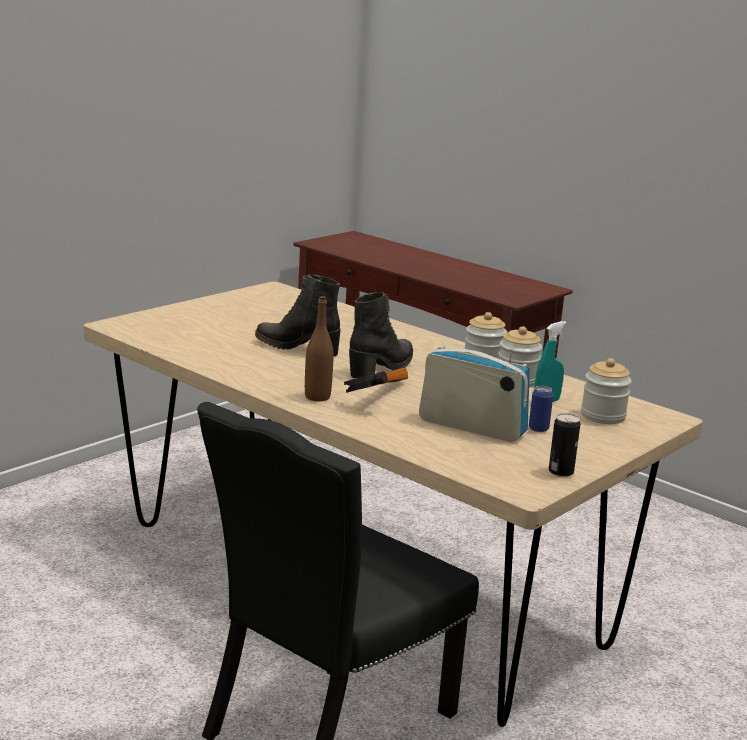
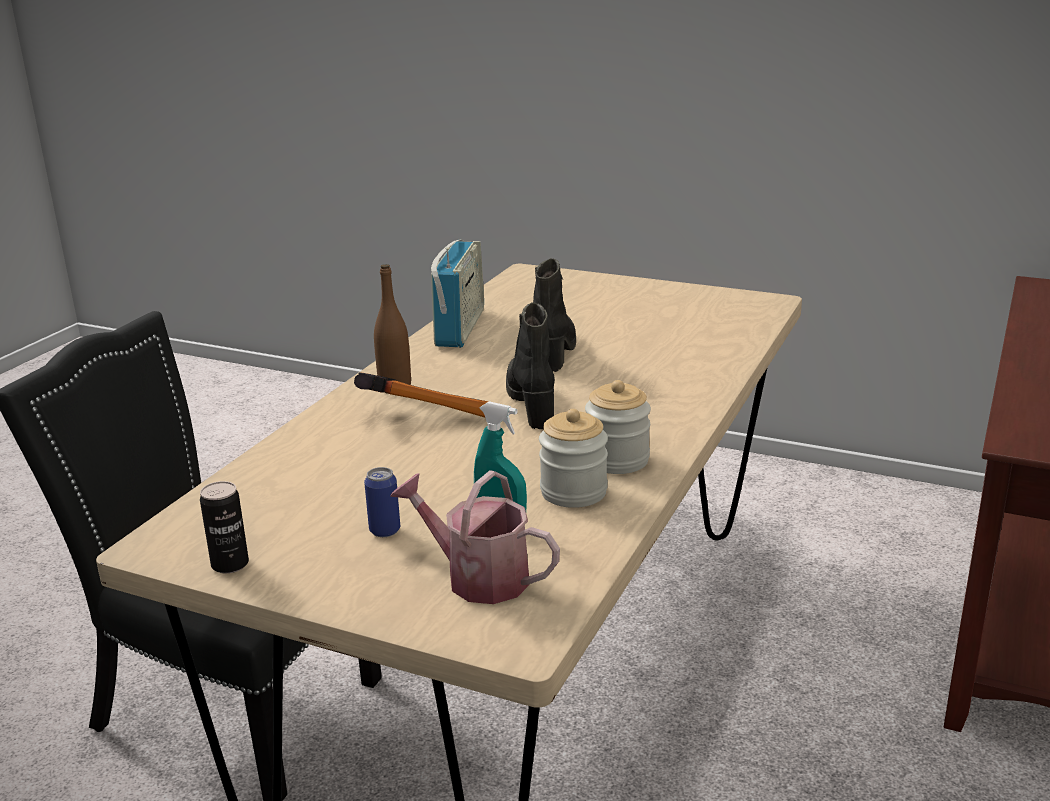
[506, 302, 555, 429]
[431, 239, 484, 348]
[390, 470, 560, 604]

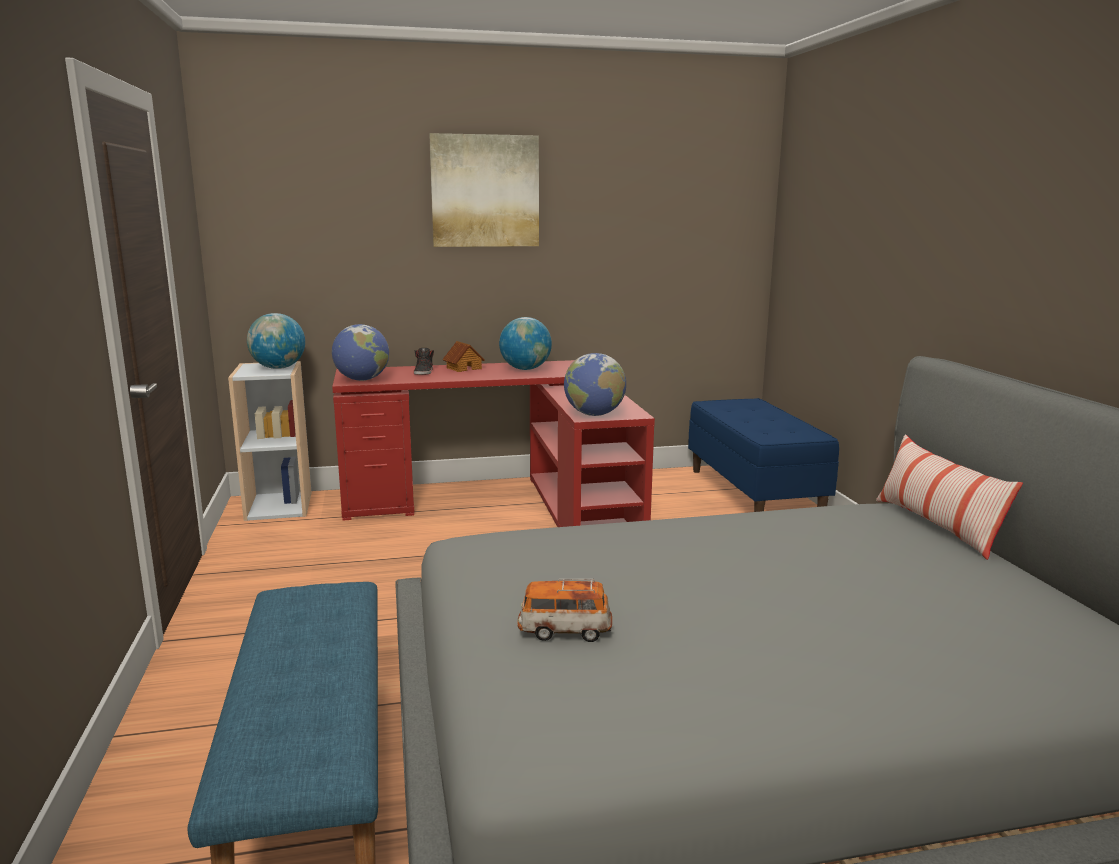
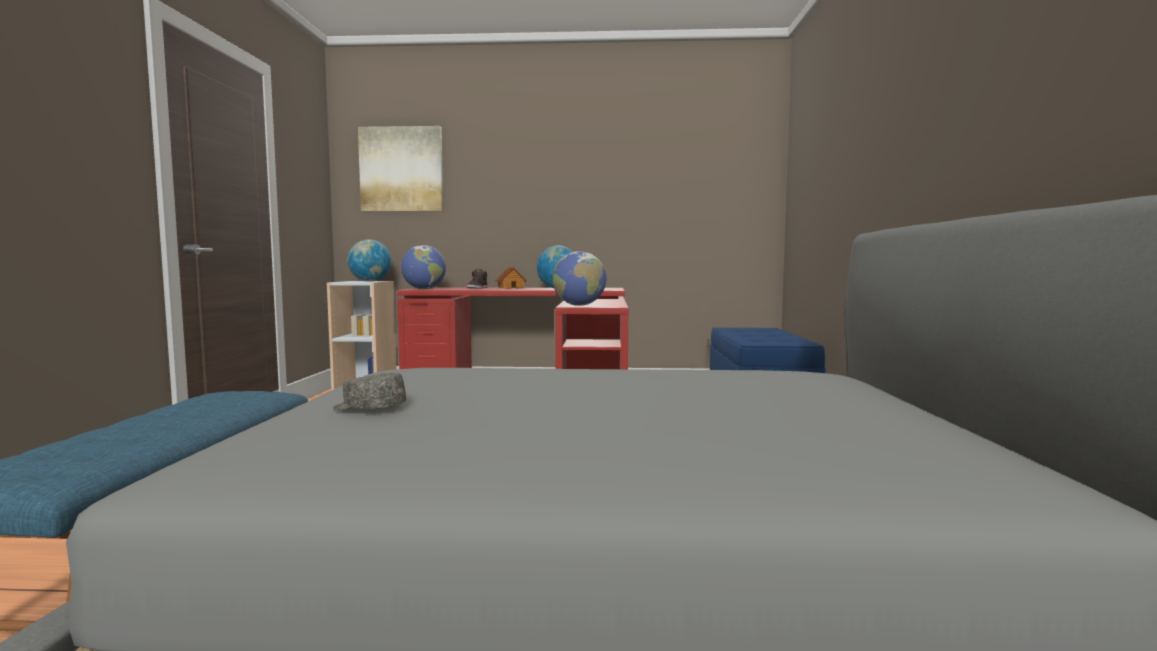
[358, 126, 443, 212]
[876, 435, 1023, 560] (first image)
[333, 373, 406, 411]

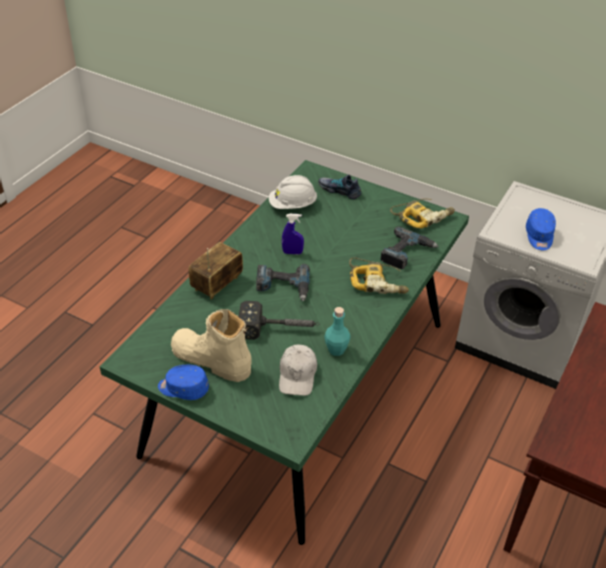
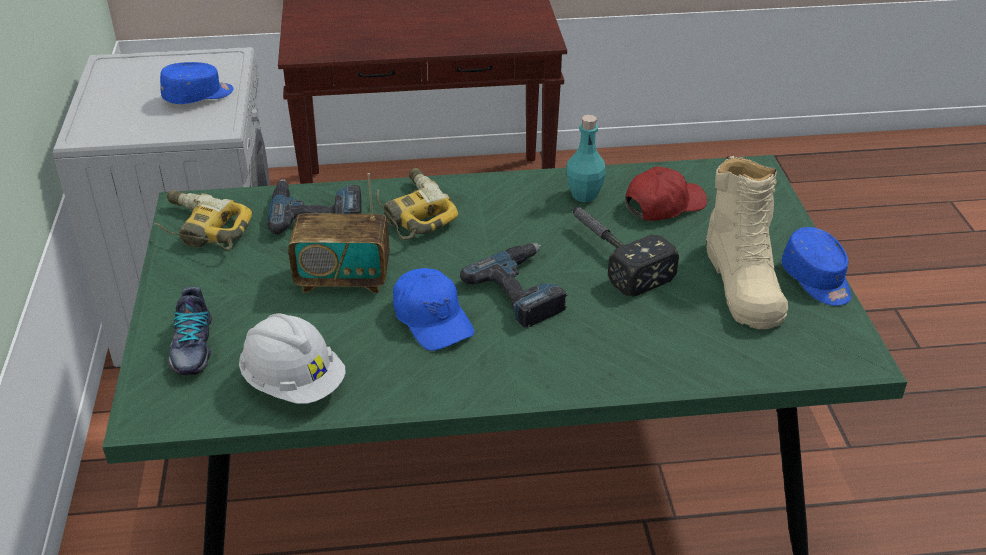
[393, 268, 475, 351]
[288, 173, 390, 293]
[626, 166, 707, 221]

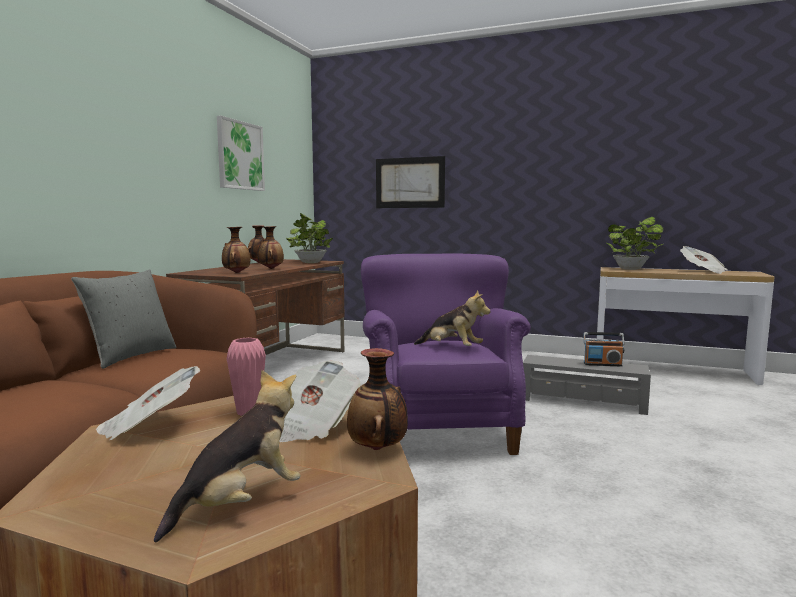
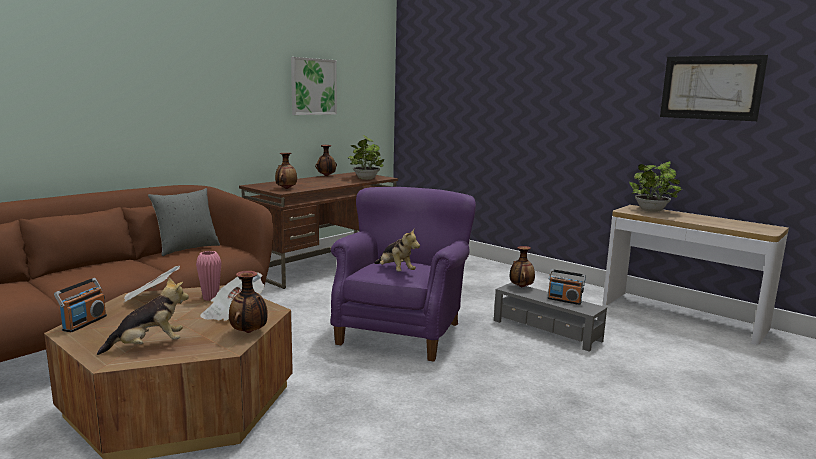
[660, 55, 768, 121]
[510, 246, 535, 288]
[680, 246, 728, 274] (first image)
[54, 278, 107, 332]

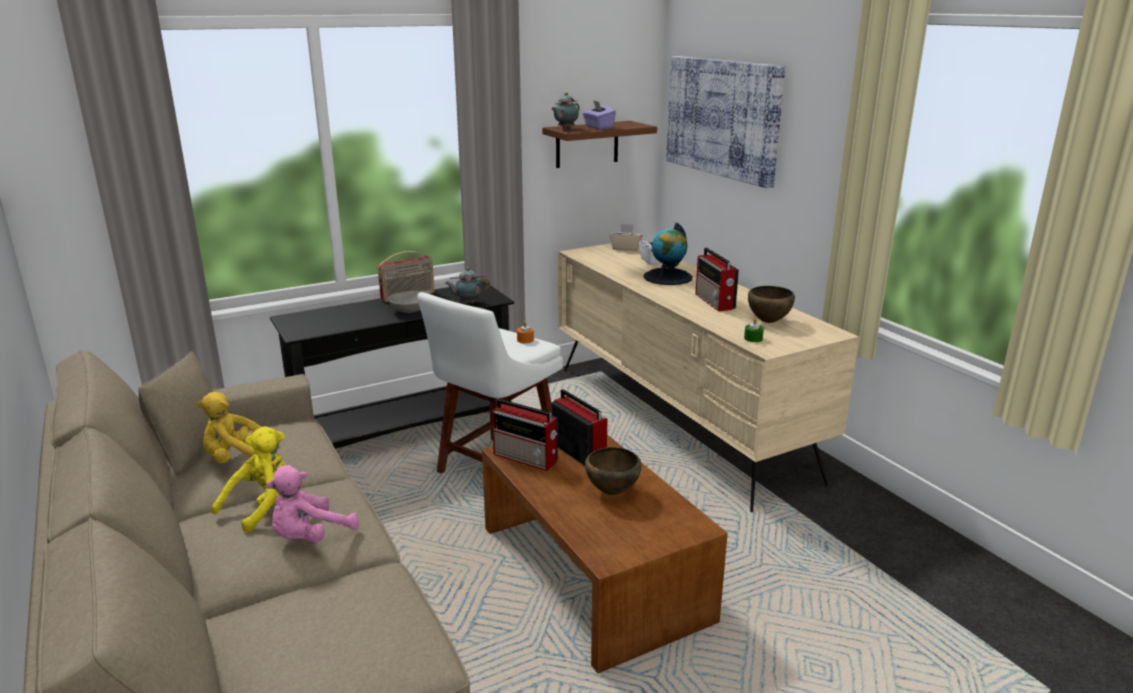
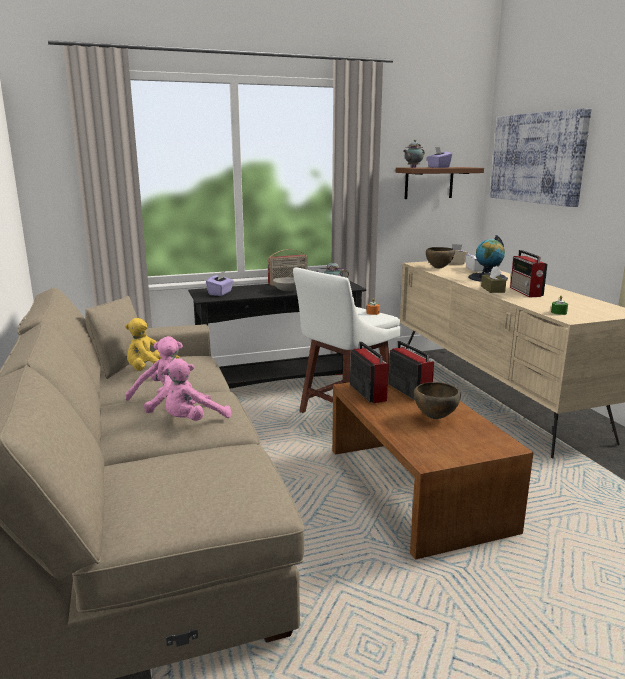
[426, 247, 455, 269]
[350, 341, 389, 403]
[125, 336, 183, 413]
[481, 266, 506, 293]
[206, 271, 234, 296]

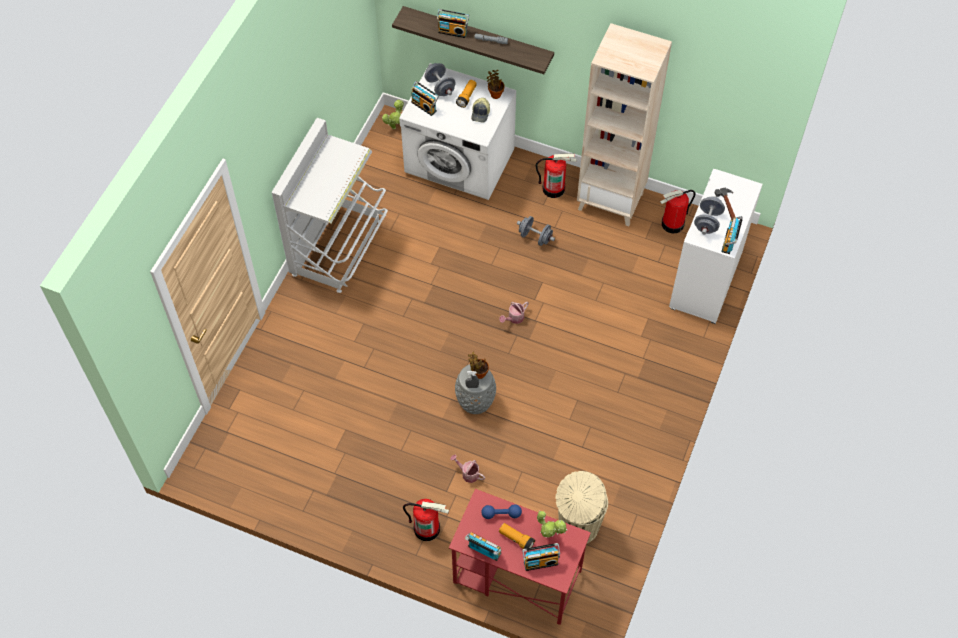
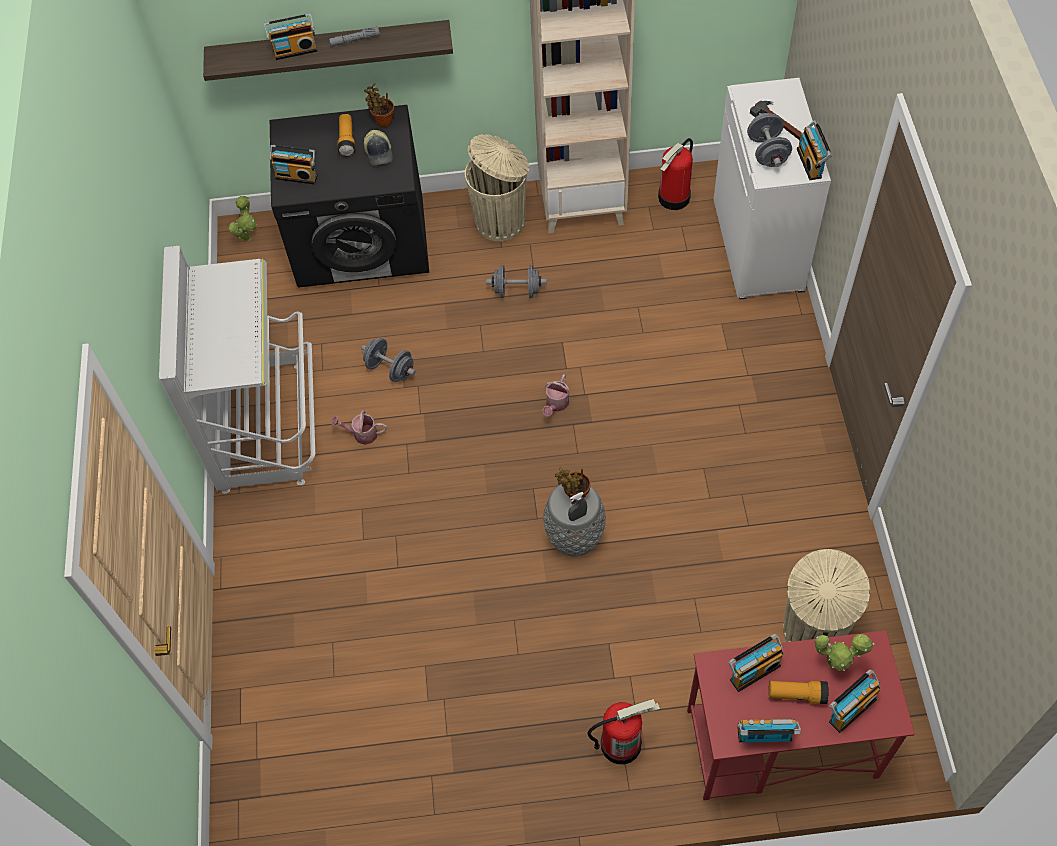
[270, 105, 429, 288]
[361, 338, 416, 382]
[465, 134, 530, 242]
[331, 410, 387, 445]
[728, 634, 784, 692]

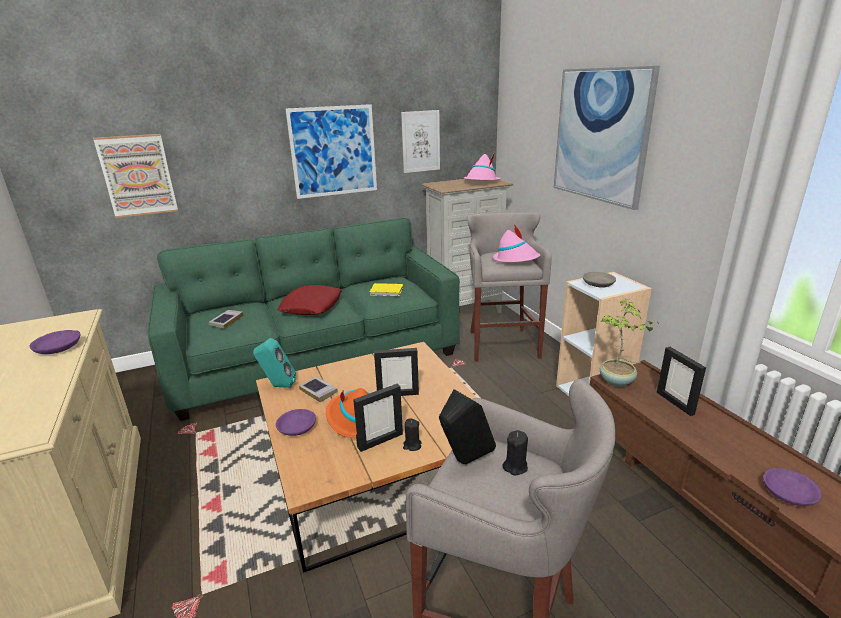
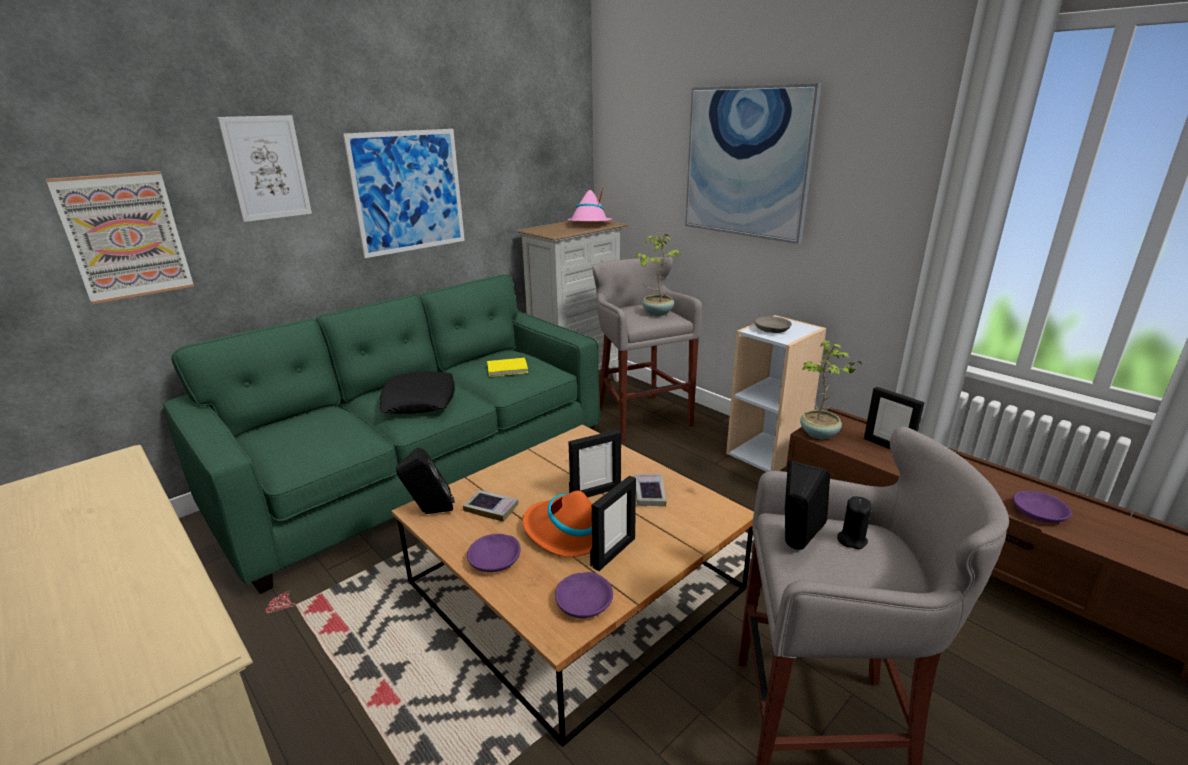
[217, 115, 312, 222]
[637, 233, 680, 316]
[380, 371, 455, 414]
[634, 474, 667, 507]
[555, 572, 613, 618]
[396, 448, 455, 514]
[403, 419, 422, 451] (first image)

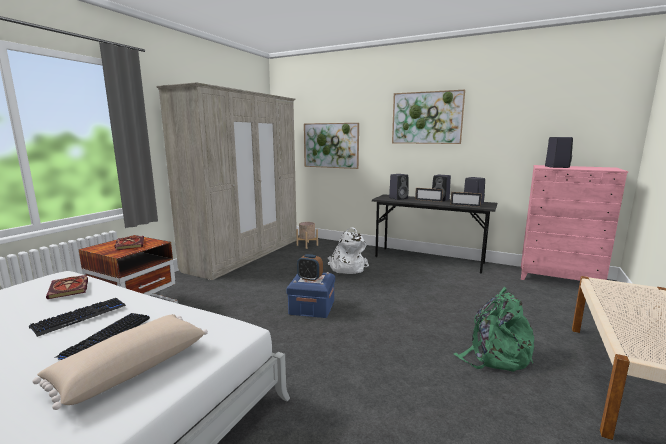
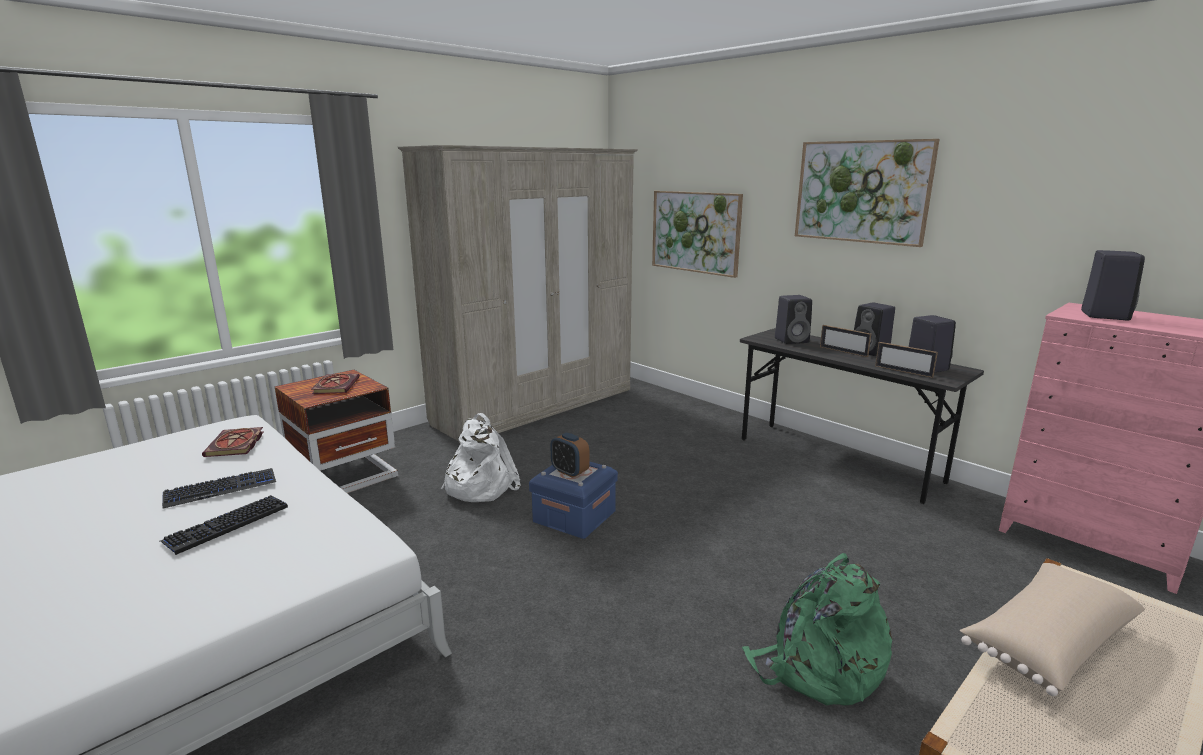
[296, 222, 318, 249] (first image)
[441, 413, 521, 502]
[960, 563, 1145, 696]

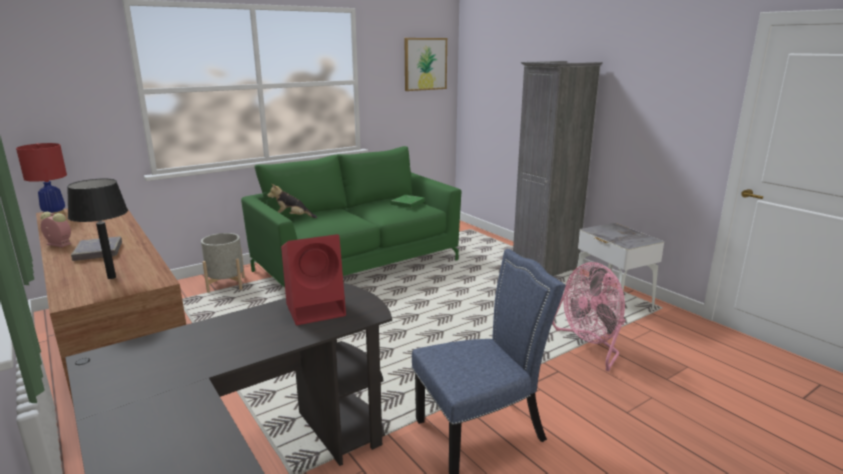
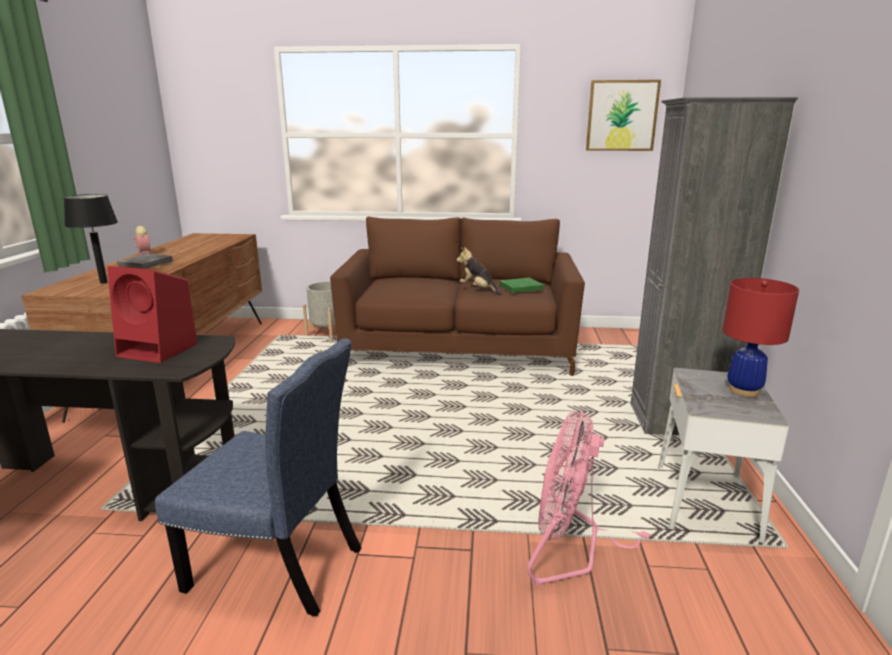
[723, 278, 799, 397]
[330, 216, 585, 376]
[457, 247, 502, 295]

